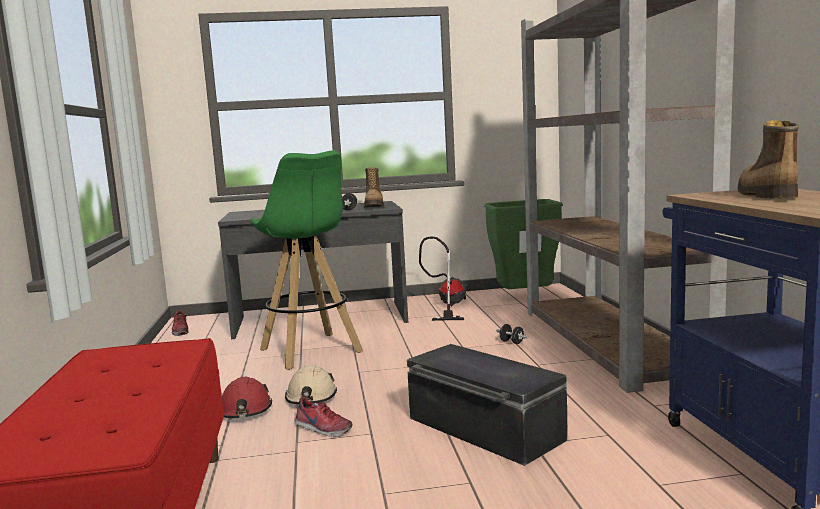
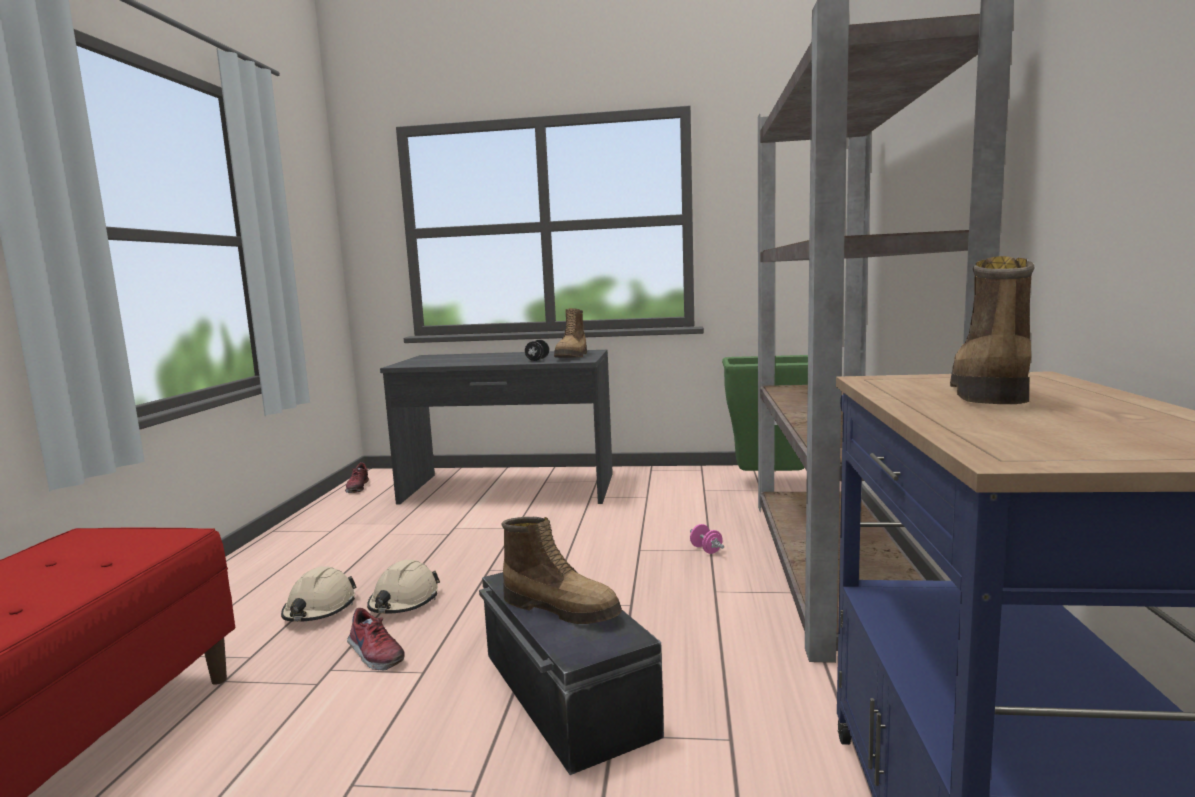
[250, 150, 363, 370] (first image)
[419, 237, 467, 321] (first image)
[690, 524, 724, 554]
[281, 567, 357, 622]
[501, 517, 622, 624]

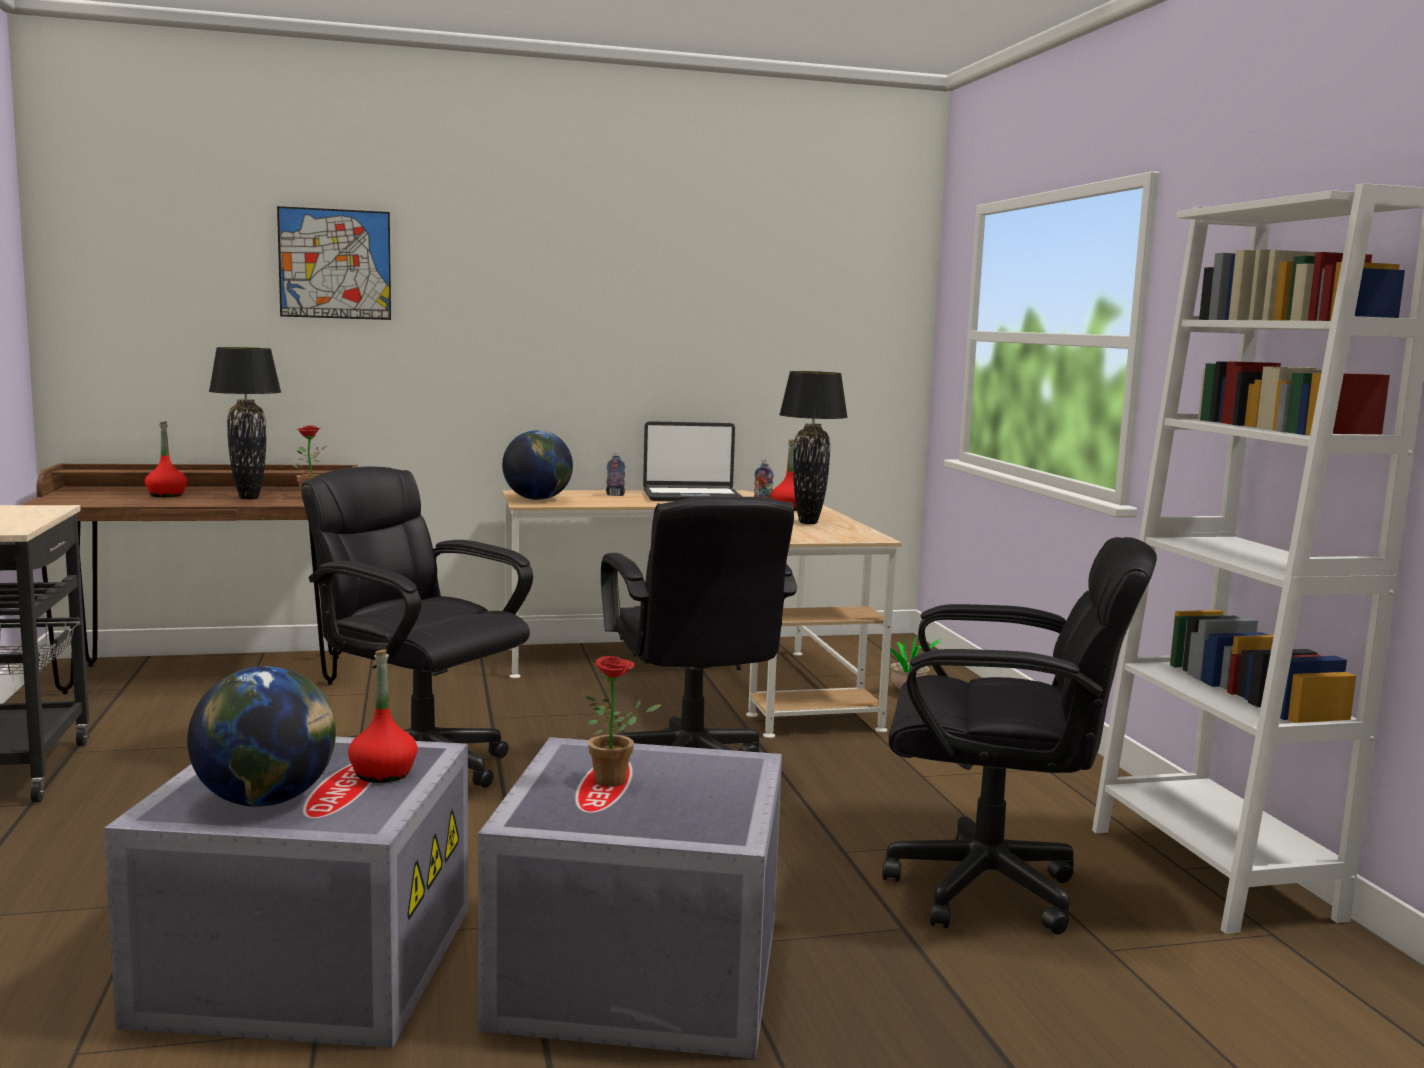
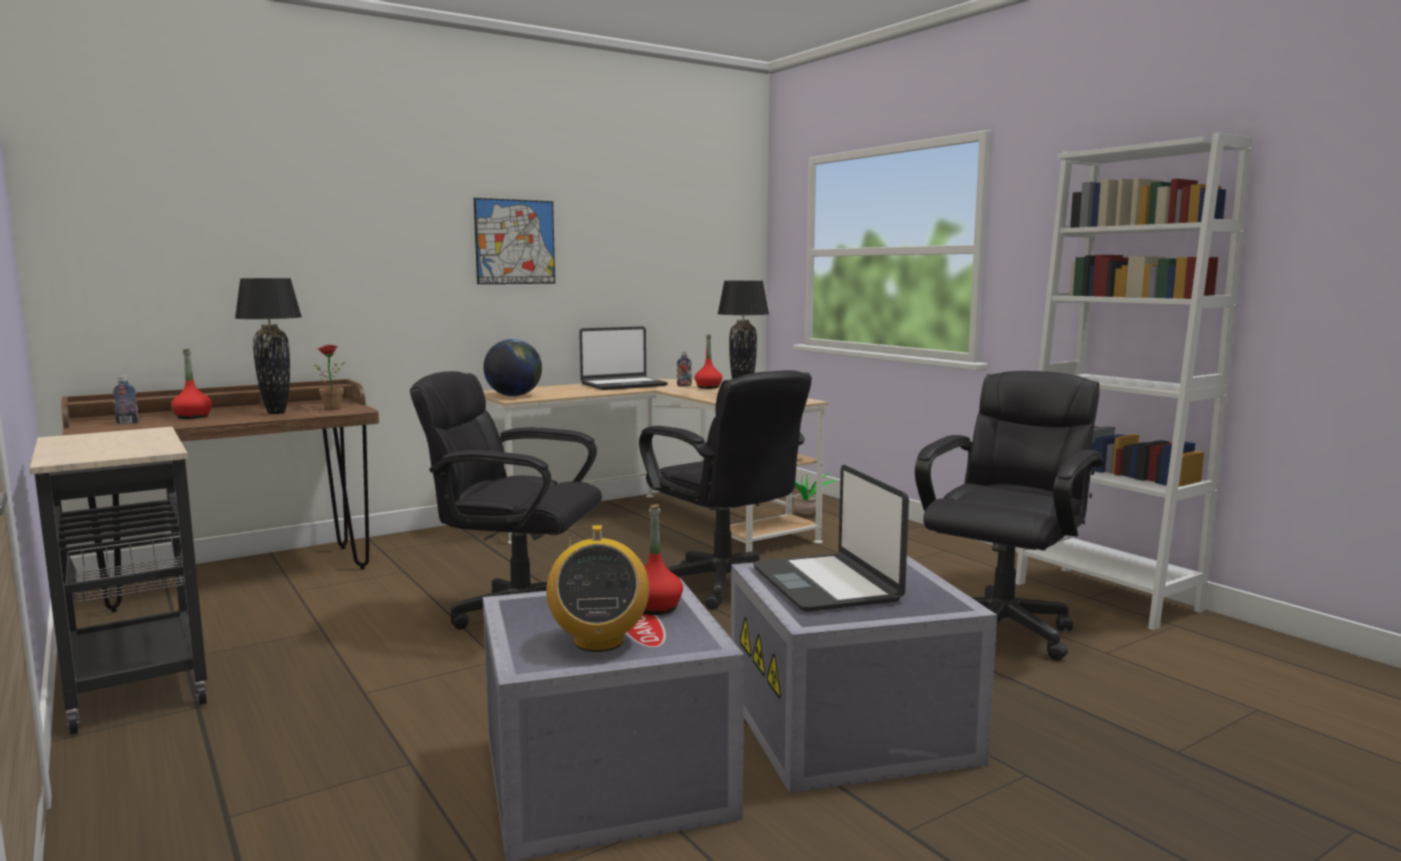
[474, 198, 555, 284]
[113, 376, 139, 424]
[915, 371, 1104, 661]
[753, 465, 909, 612]
[546, 525, 649, 652]

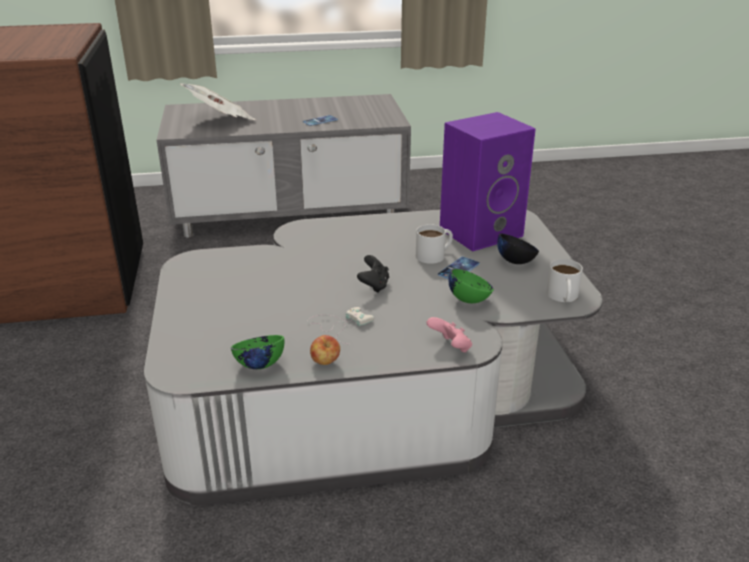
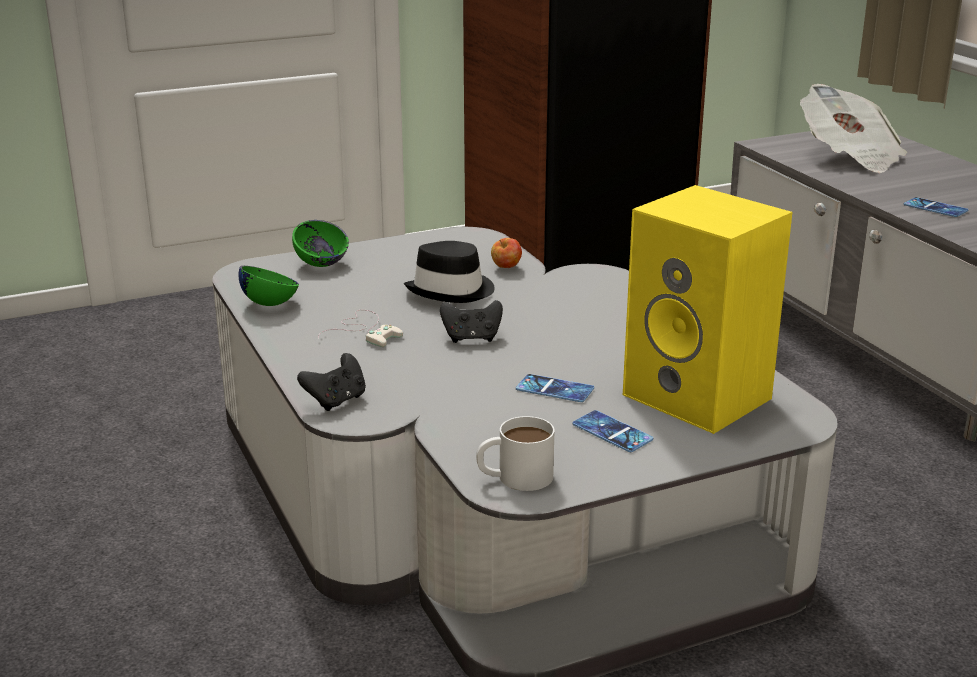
[623, 185, 792, 434]
[416, 224, 453, 264] (first image)
[573, 410, 653, 452]
[292, 220, 349, 267]
[297, 353, 366, 411]
[491, 238, 522, 268]
[404, 241, 495, 303]

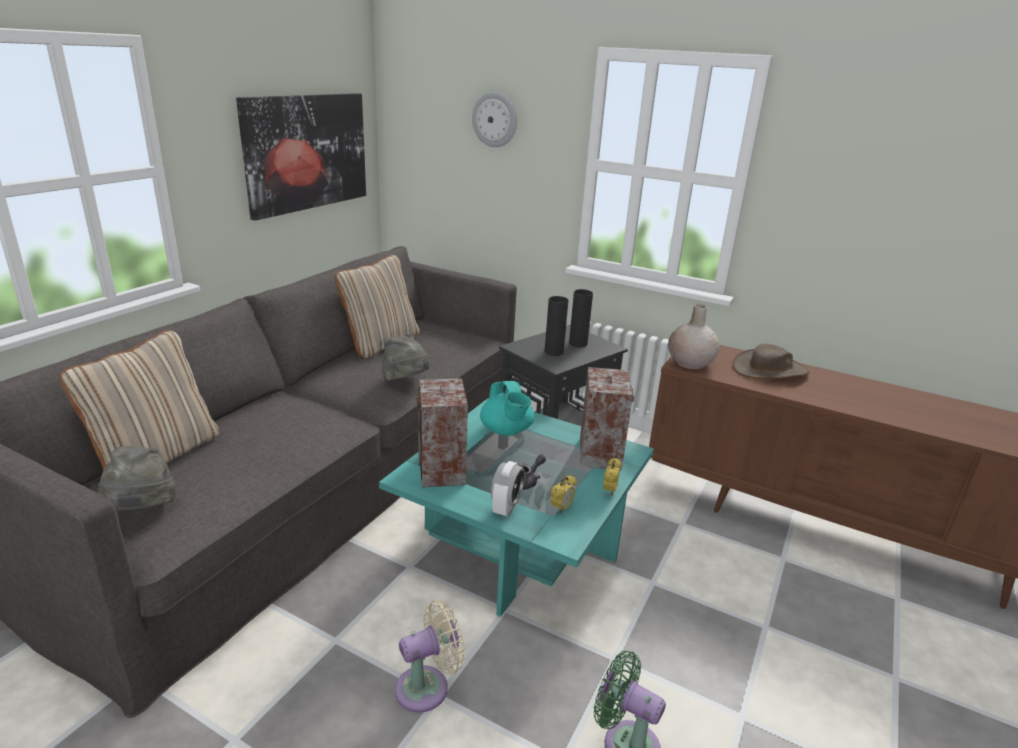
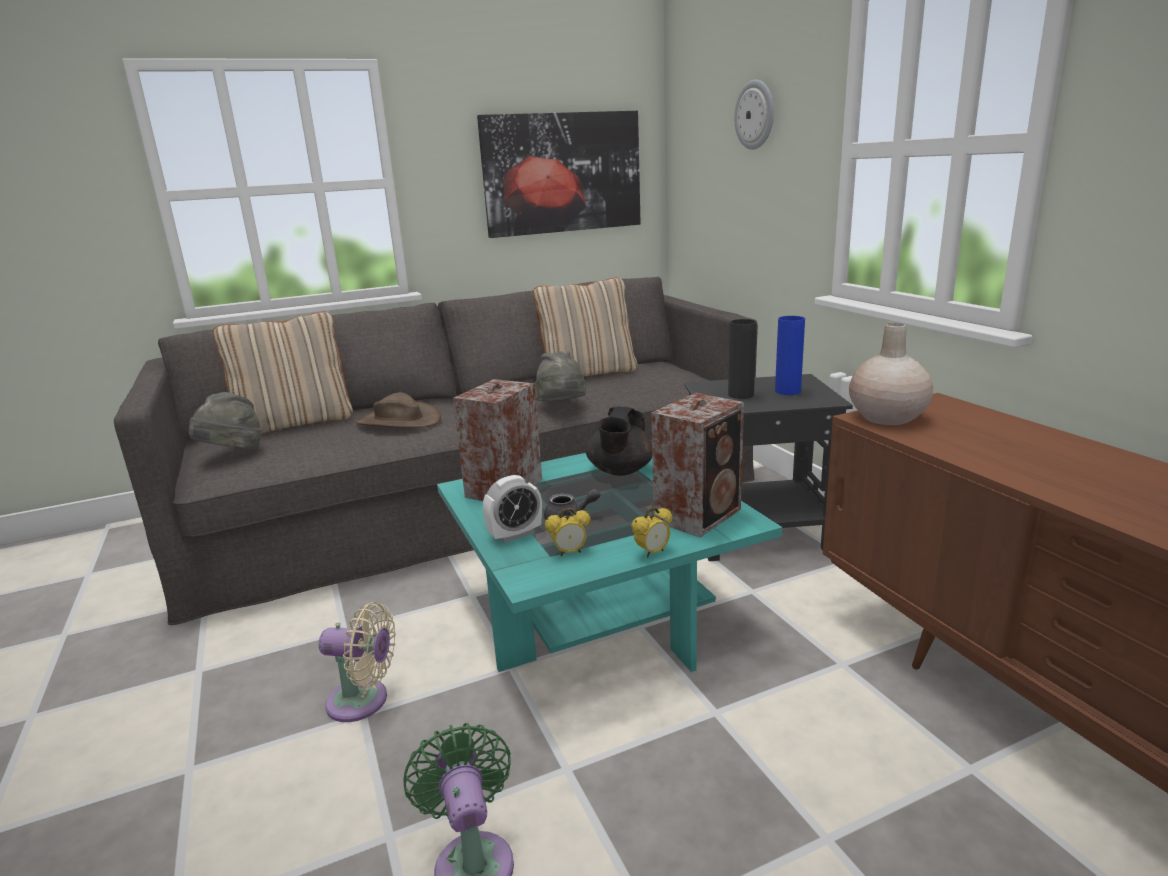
[775, 316, 805, 395]
[356, 392, 441, 428]
[586, 407, 652, 476]

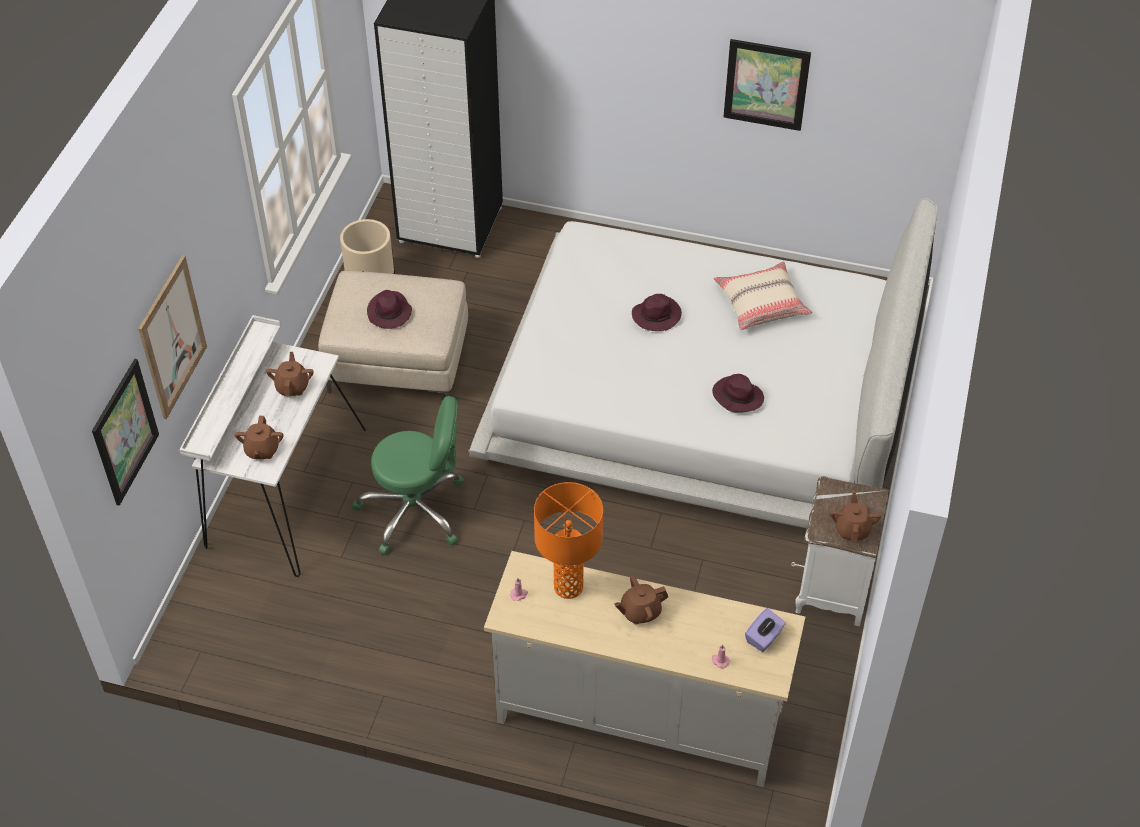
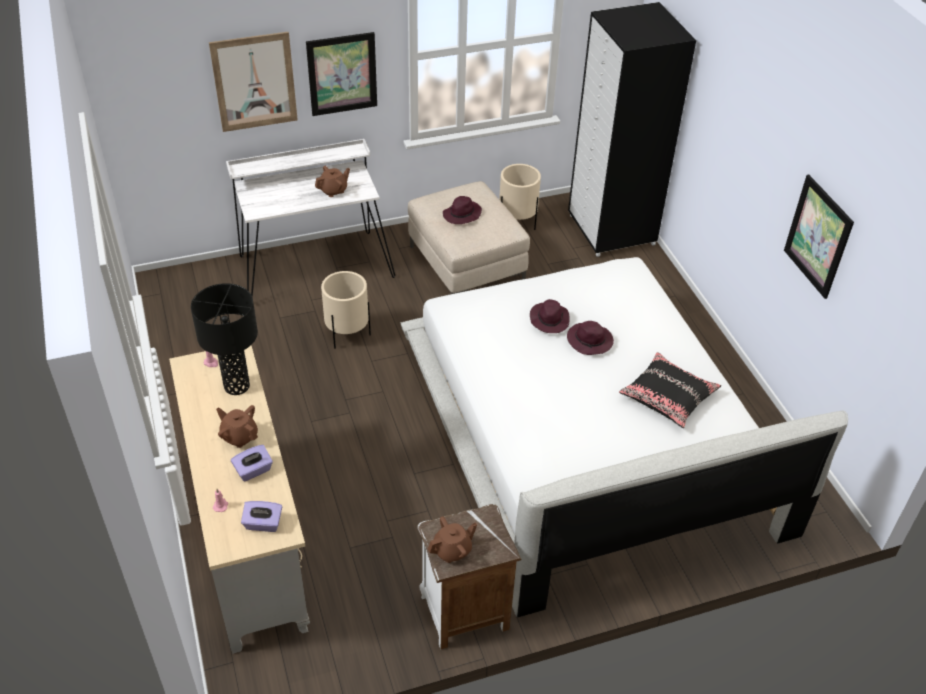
[619, 352, 721, 428]
[306, 32, 377, 116]
[530, 299, 569, 333]
[321, 271, 371, 349]
[234, 416, 284, 459] (first image)
[191, 283, 258, 395]
[231, 445, 273, 482]

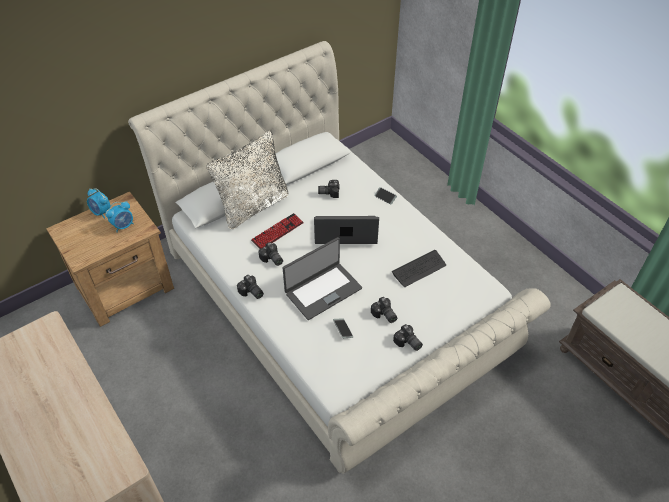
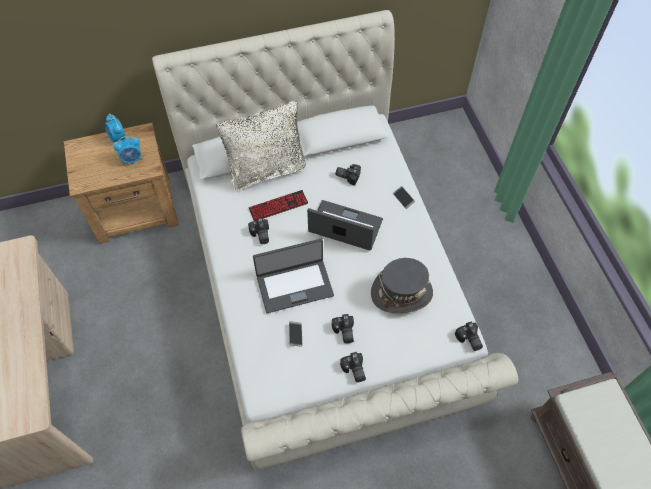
[371, 258, 433, 313]
[455, 321, 483, 351]

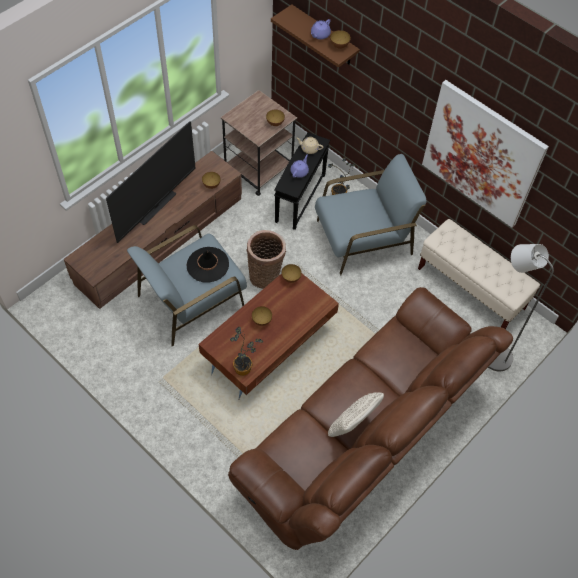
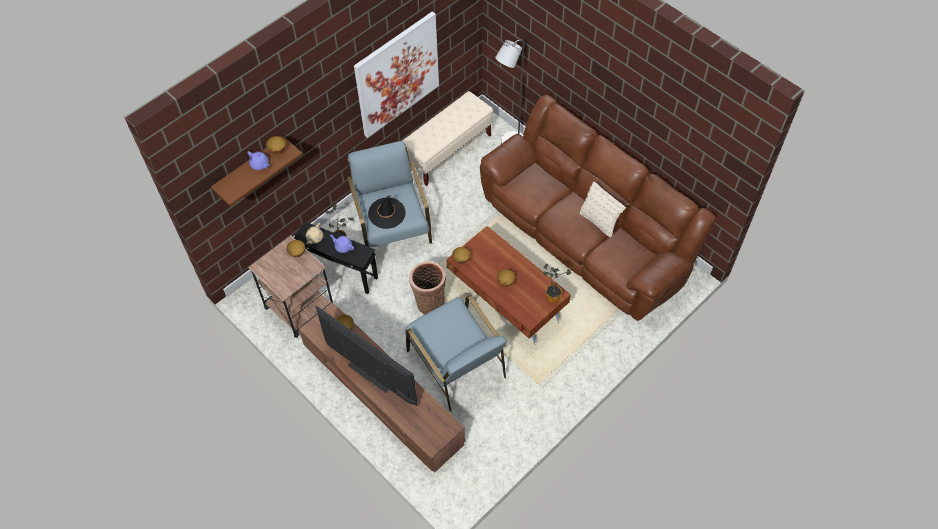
[368, 196, 406, 229]

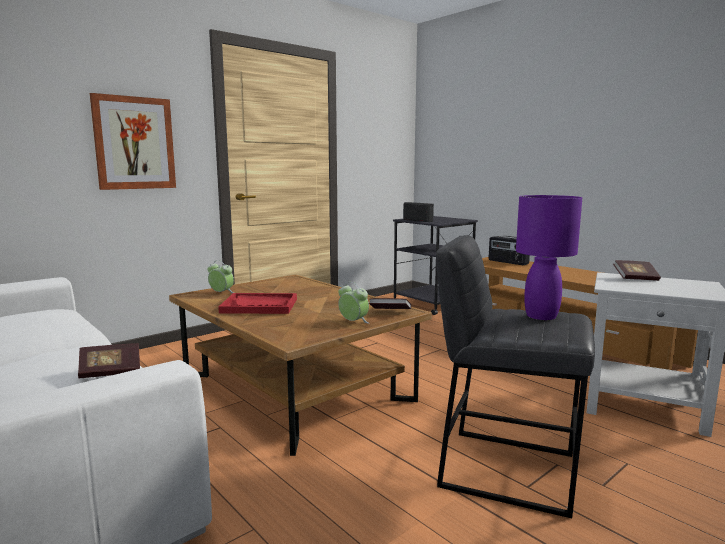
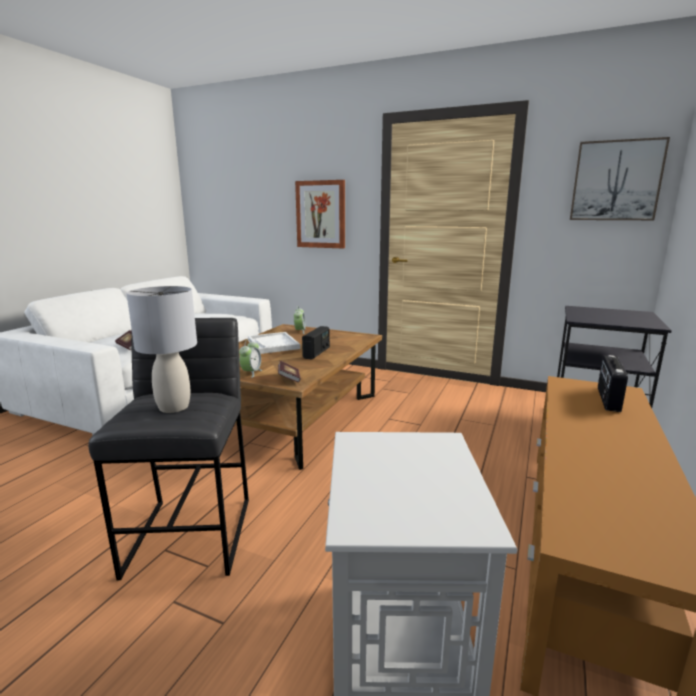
[126, 286, 197, 413]
[302, 326, 330, 359]
[613, 260, 661, 281] (first image)
[248, 332, 300, 354]
[570, 137, 670, 220]

